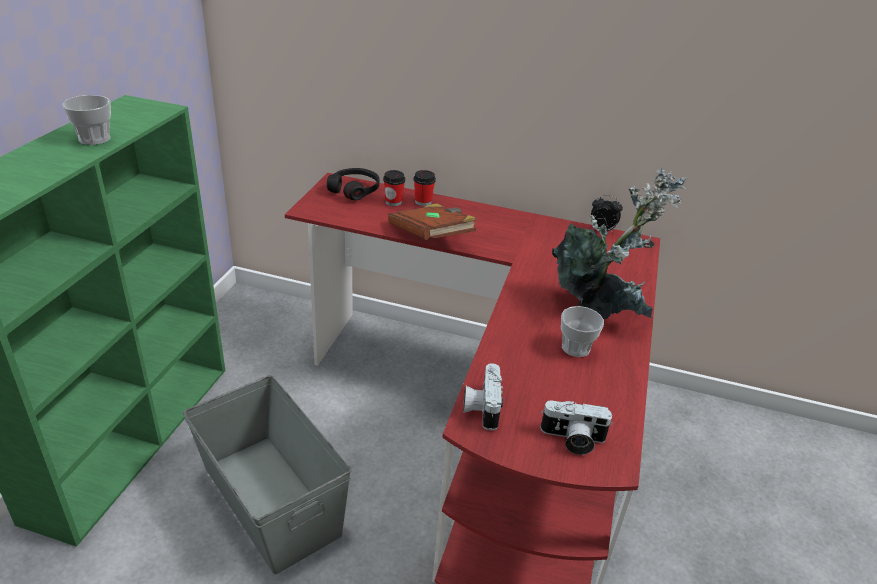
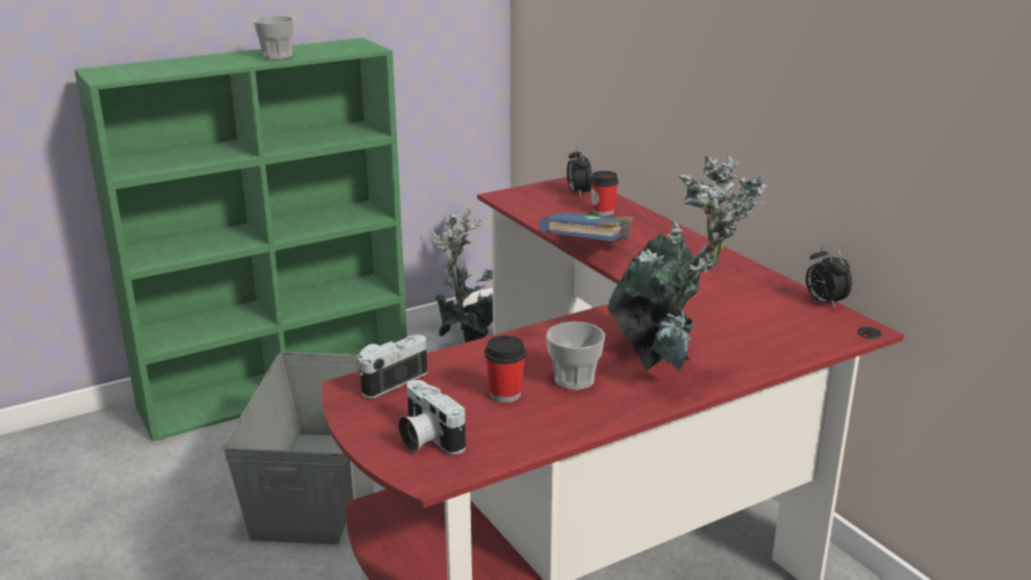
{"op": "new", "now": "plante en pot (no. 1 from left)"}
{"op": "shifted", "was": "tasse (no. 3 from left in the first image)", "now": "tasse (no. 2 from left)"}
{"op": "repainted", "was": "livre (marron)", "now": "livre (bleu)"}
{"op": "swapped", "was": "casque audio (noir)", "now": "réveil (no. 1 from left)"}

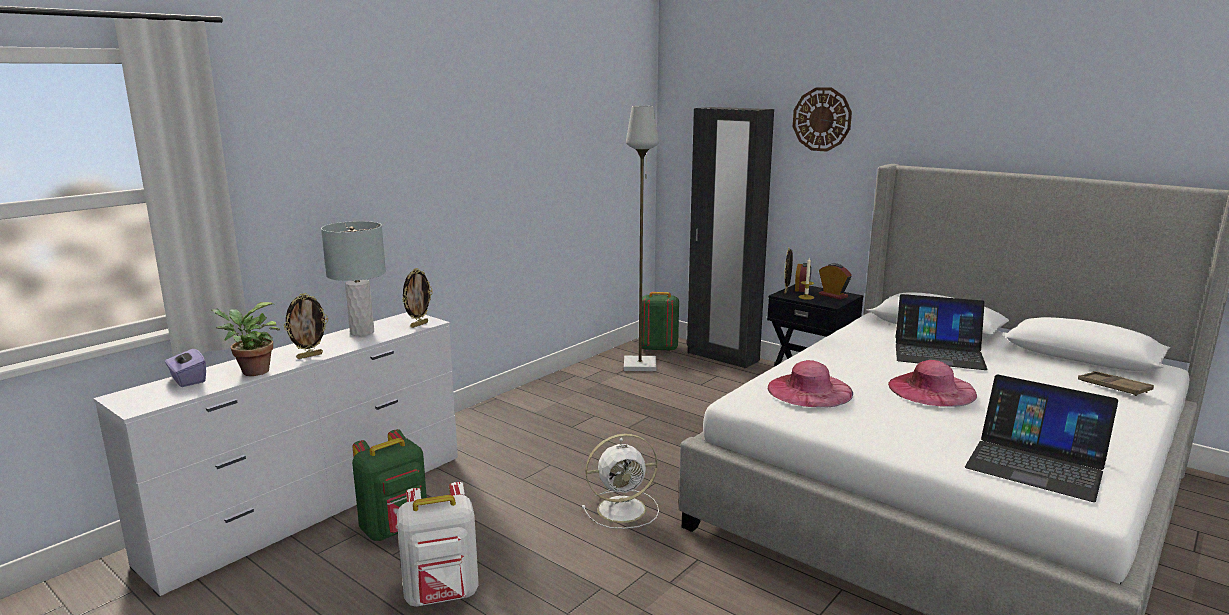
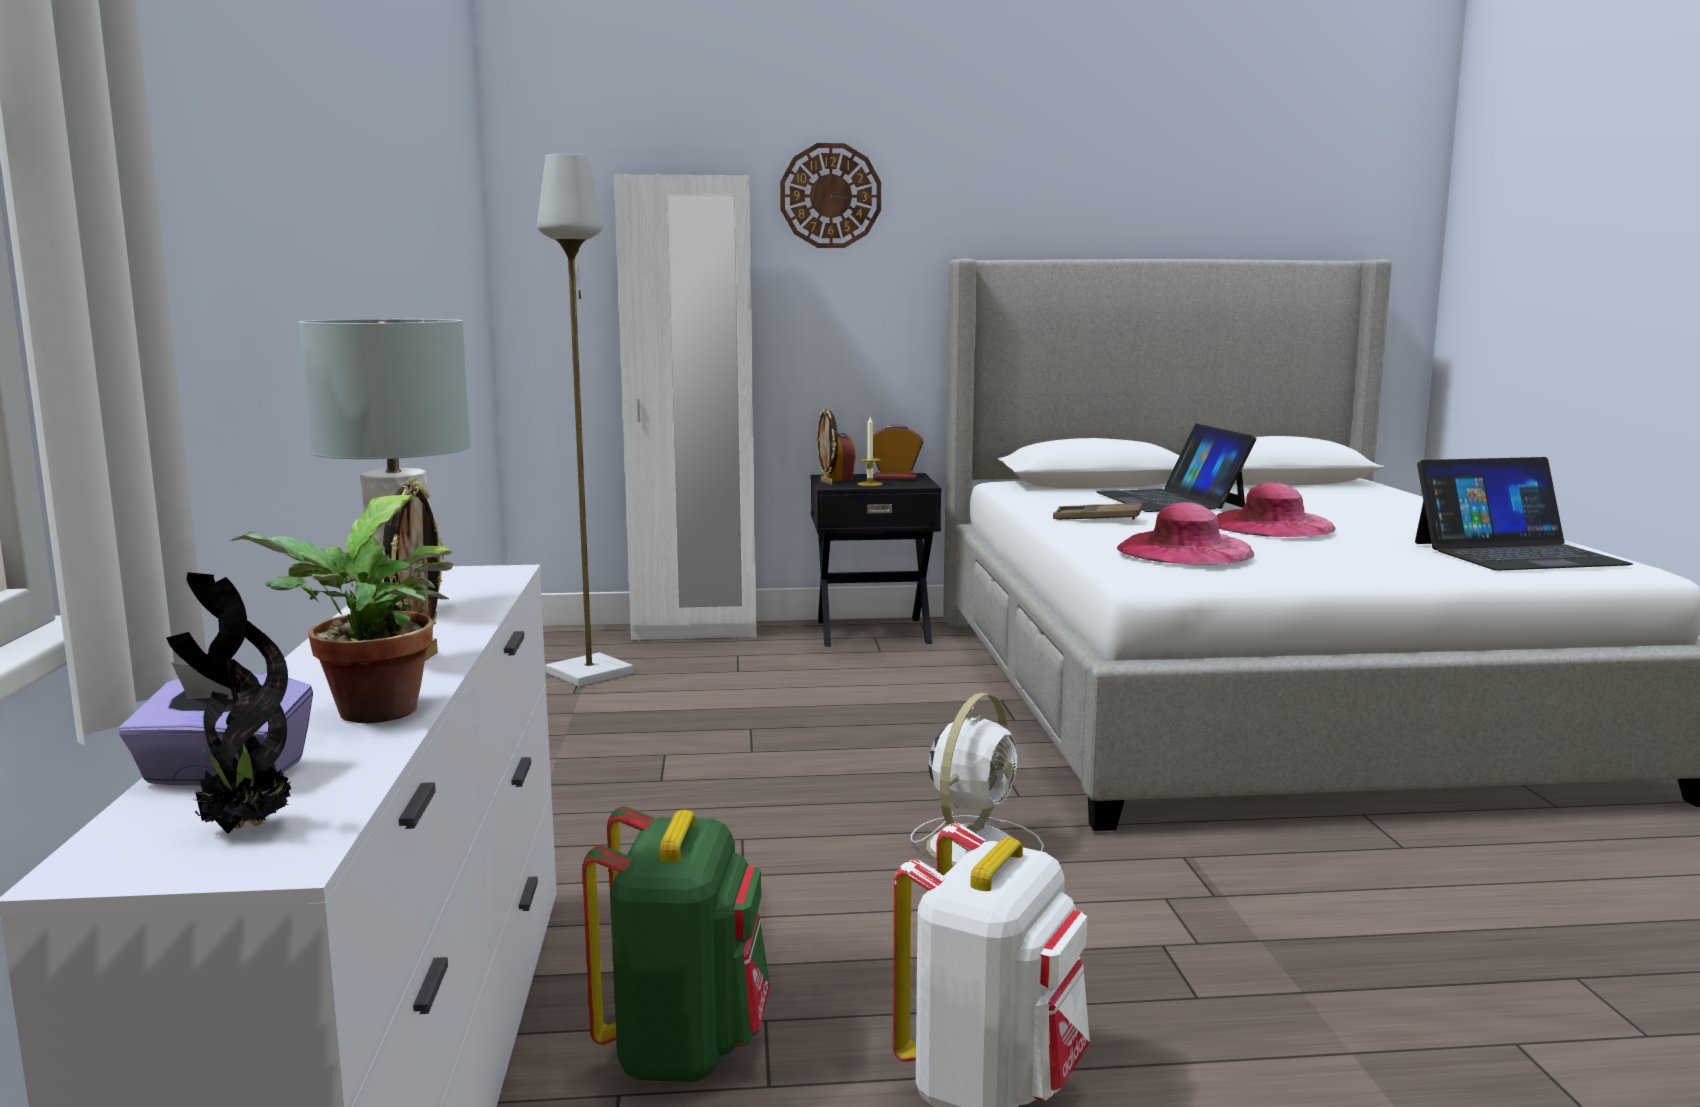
{"op": "new", "now": "plante en pot (no. 1 from left)"}
{"op": "repainted", "was": "armoire (noir)", "now": "armoire (blanc)"}
{"op": "shifted", "was": "plateau (marron)"}
{"op": "rotated", "was": "ordinateur portable (no. 1 from left)", "clockwise": 105}
{"op": "gone", "was": "cadre photo (no. 2 from left)"}
{"op": "gone", "was": "sac à dos (vert) (no. 2 from left)"}

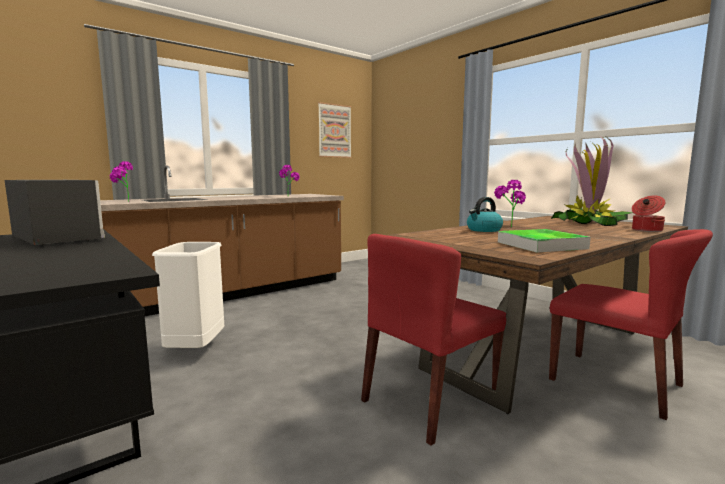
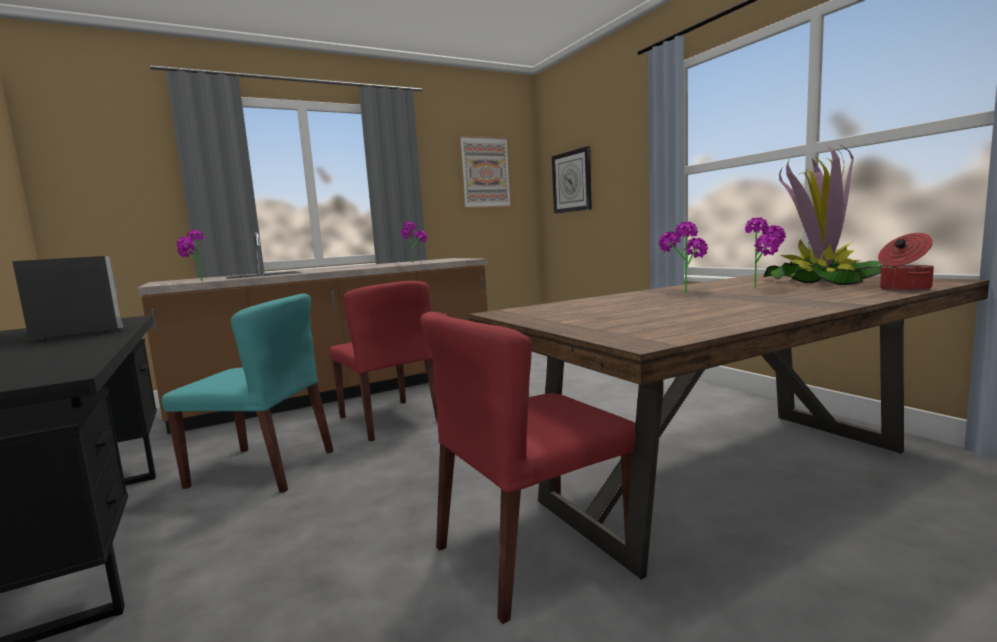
{"op": "swapped", "was": "poubelle (blanc)", "now": "chaise (turquoise)"}
{"op": "shifted", "was": "chaise (rouge) (no. 2 from left in the first image)", "now": "chaise (rouge) (no. 1 from left)"}
{"op": "new", "now": "horloge murale"}
{"op": "new", "now": "plante en pot (no. 4 from left)"}
{"op": "gone", "was": "bouilloire"}
{"op": "gone", "was": "plateau"}

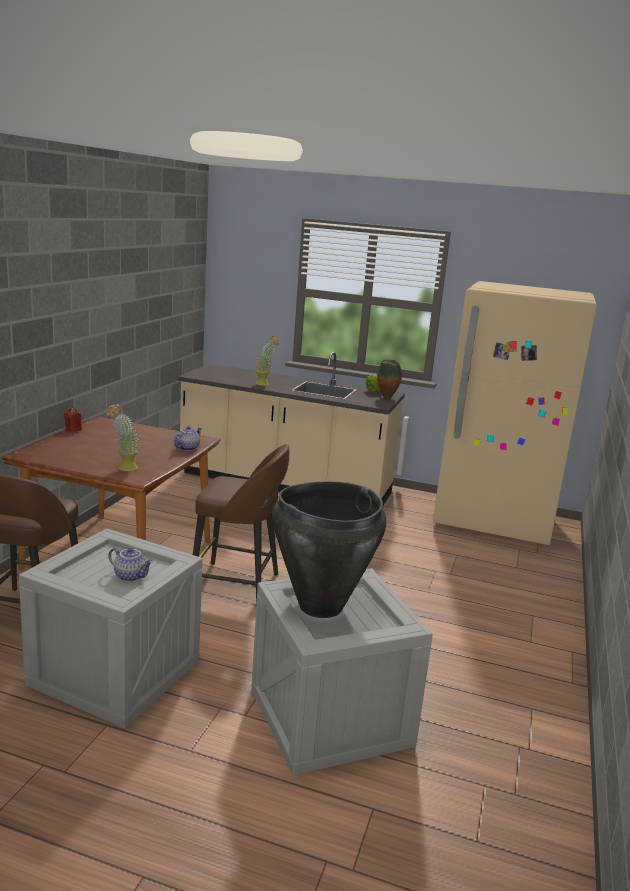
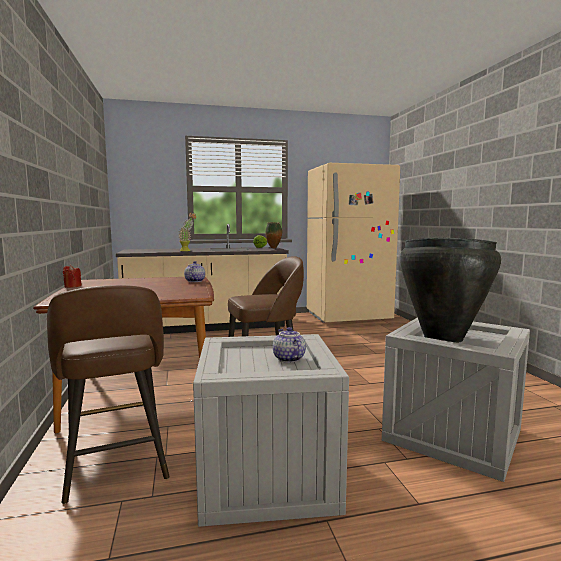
{"op": "rotated", "was": "théière (no. 1 from left in the first image)", "clockwise": -105}
{"op": "gone", "was": "plante en pot (no. 1 from left)"}

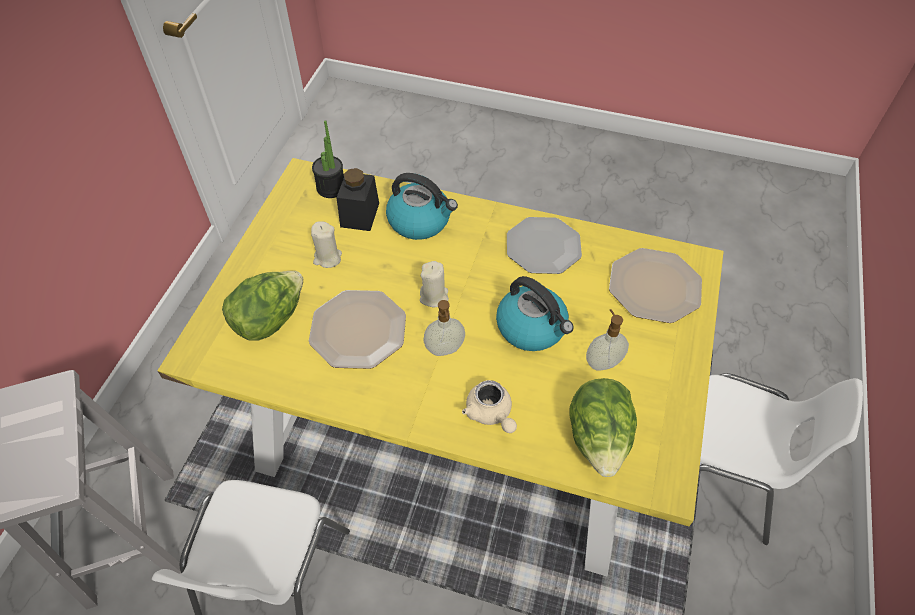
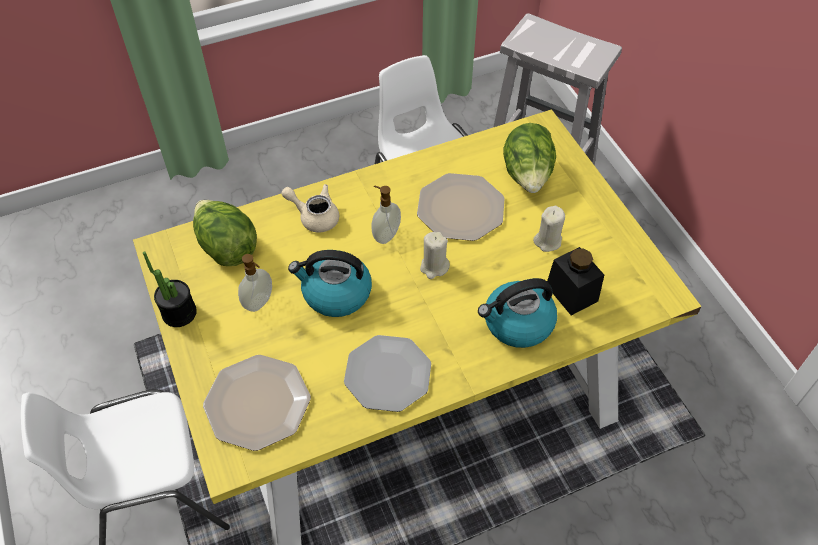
{"op": "shifted", "was": "plante en pot"}

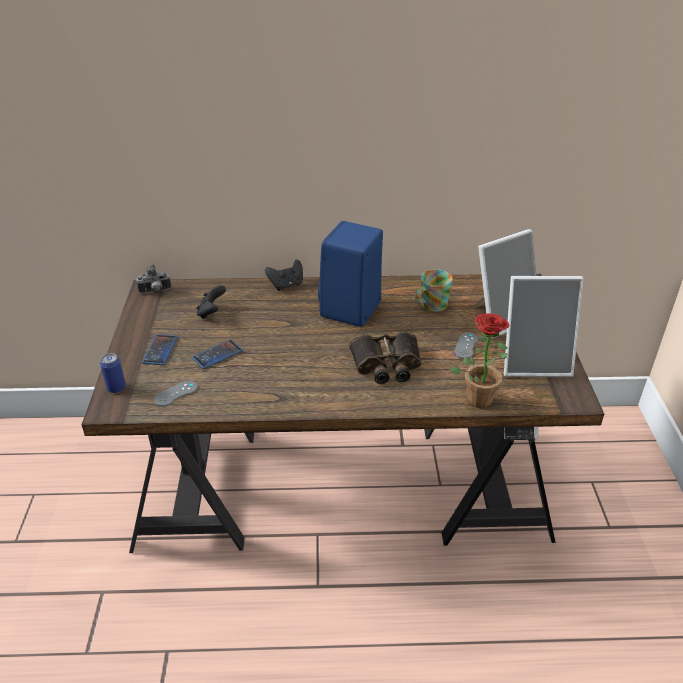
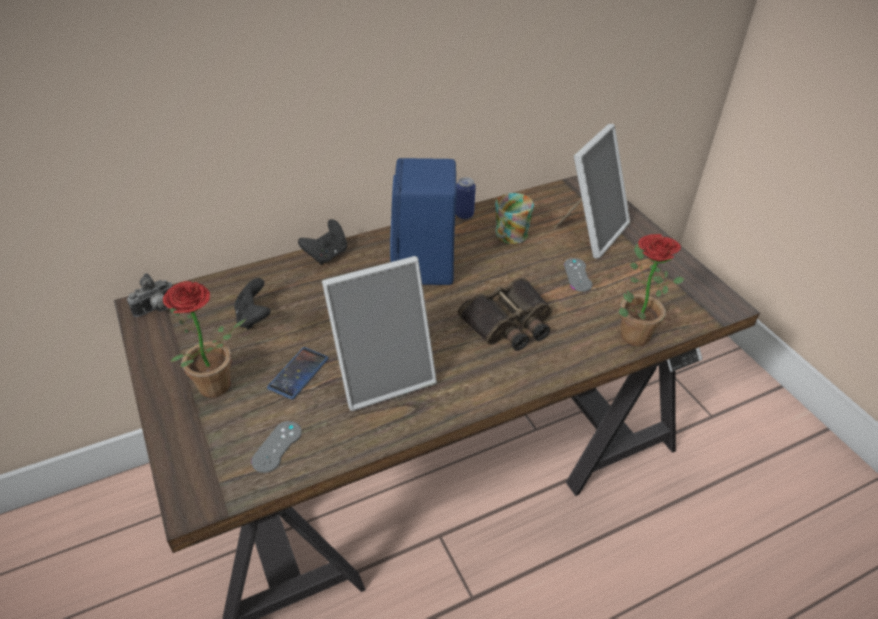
{"op": "swapped", "was": "téléphone (no. 1 from left)", "now": "plante en pot (no. 1 from left)"}
{"op": "shifted", "was": "cadre photo (no. 2 from left in the first image)", "now": "cadre photo (no. 1 from left)"}
{"op": "shifted", "was": "boîte métallique"}

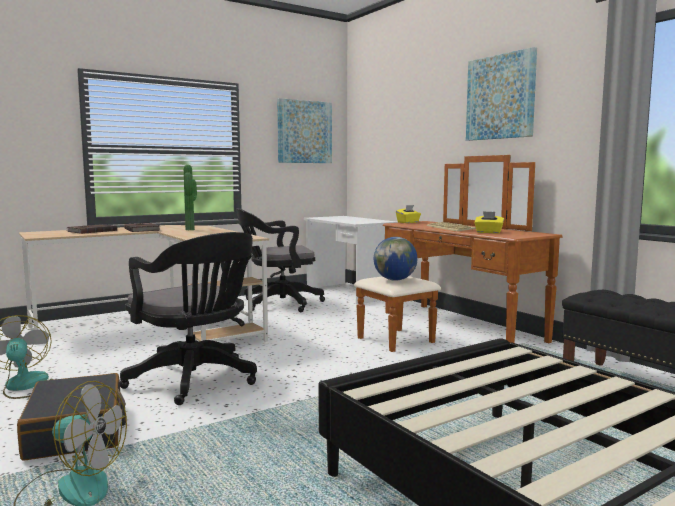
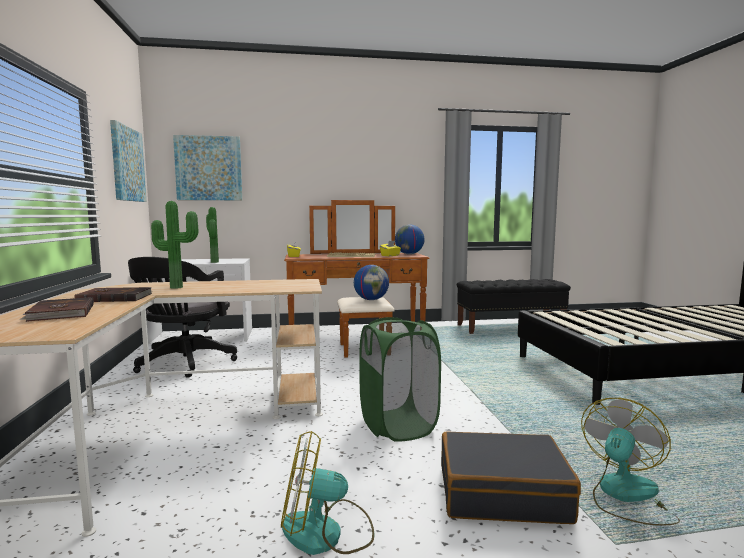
{"op": "shifted", "was": "tableau (no. 2 from left)"}
{"op": "new", "now": "plante en pot (no. 2 from left)"}
{"op": "swapped", "was": "chaise de bureau (noir) (no. 1 from left)", "now": "panier à linge (vert)"}
{"op": "new", "now": "globe (no. 2 from left)"}

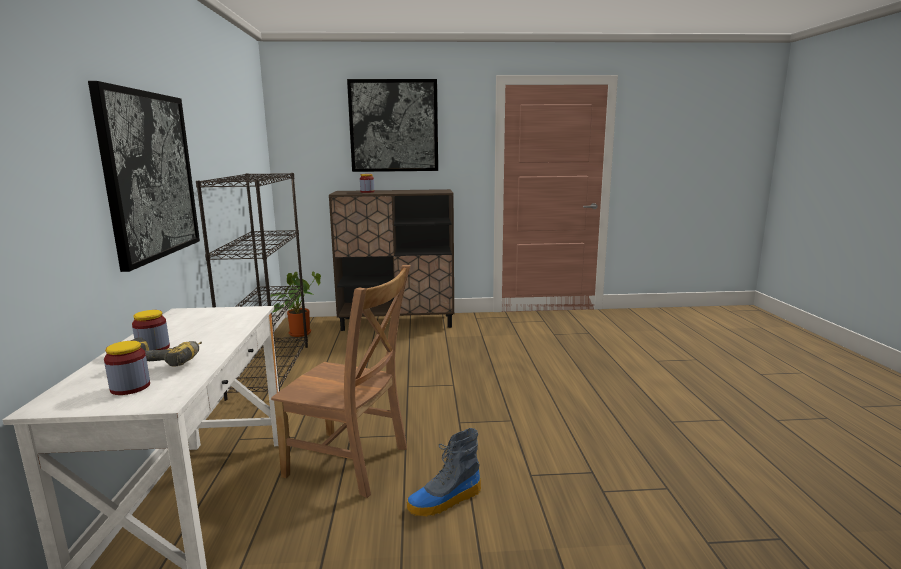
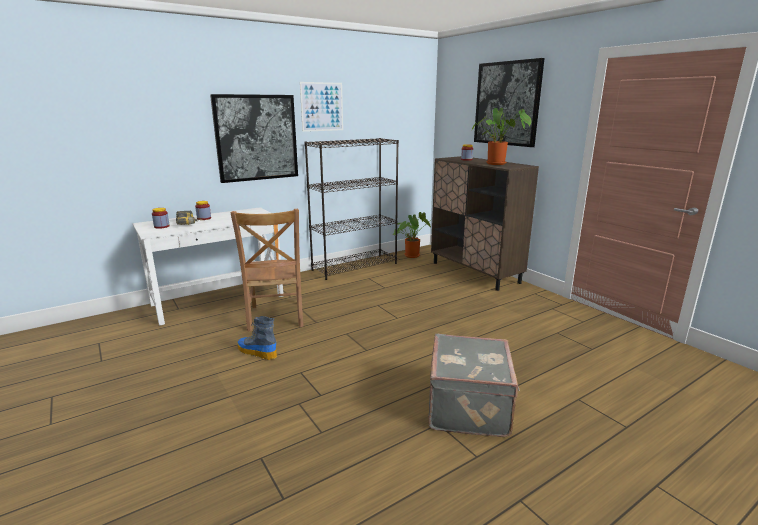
{"op": "new", "now": "tableau (no. 2 from left)"}
{"op": "new", "now": "valise (gris)"}
{"op": "new", "now": "plante en pot (no. 2 from left)"}

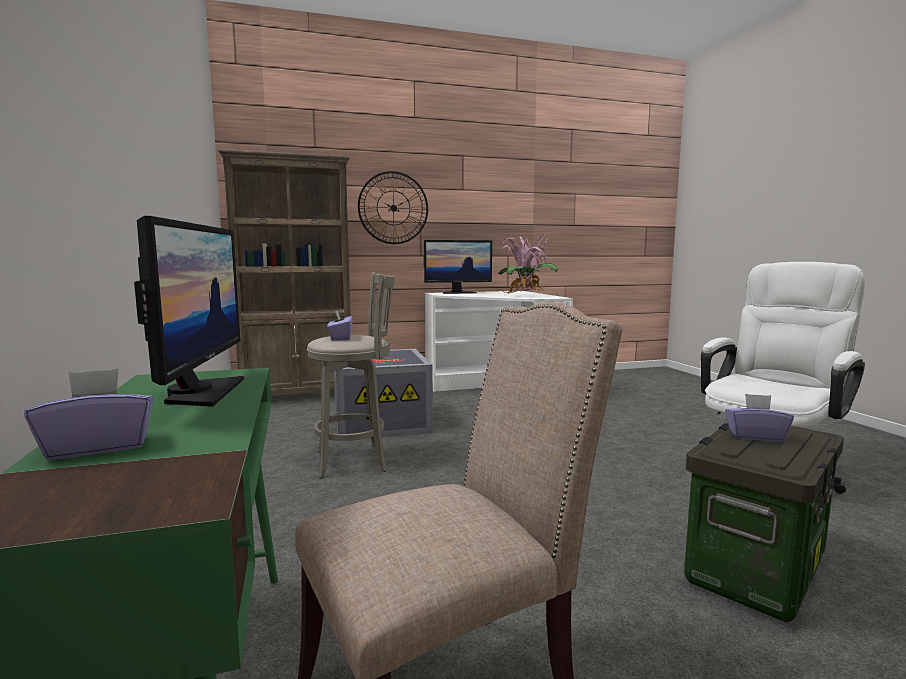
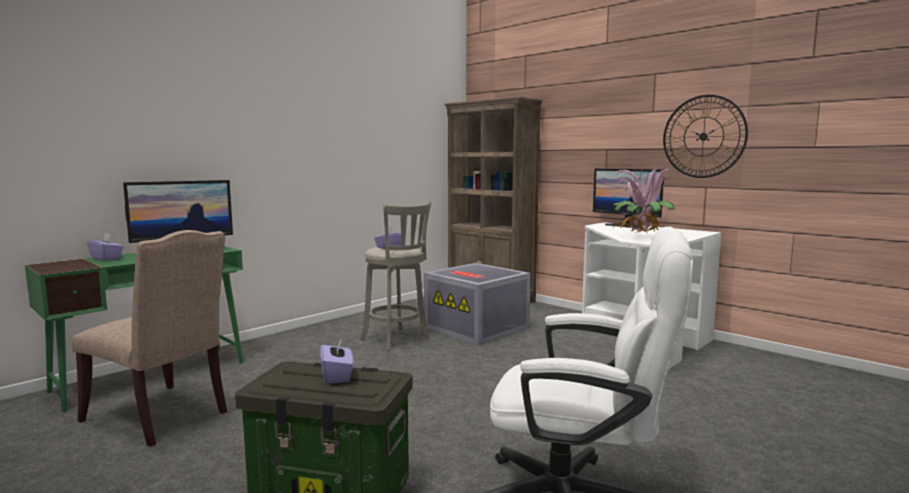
{"op": "shifted", "was": "horloge murale"}

